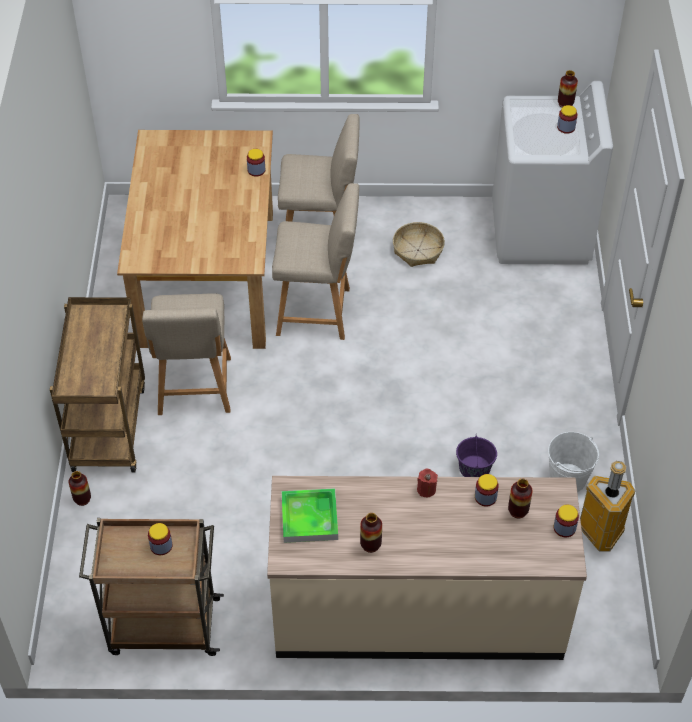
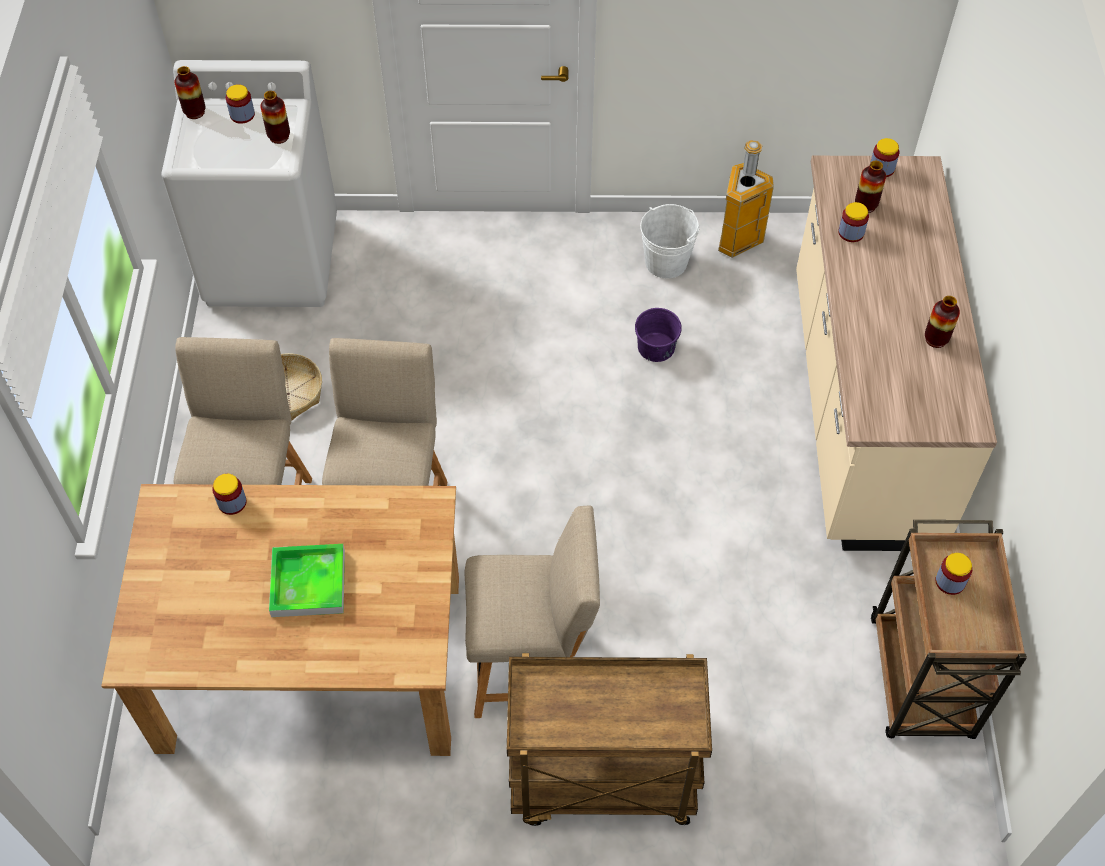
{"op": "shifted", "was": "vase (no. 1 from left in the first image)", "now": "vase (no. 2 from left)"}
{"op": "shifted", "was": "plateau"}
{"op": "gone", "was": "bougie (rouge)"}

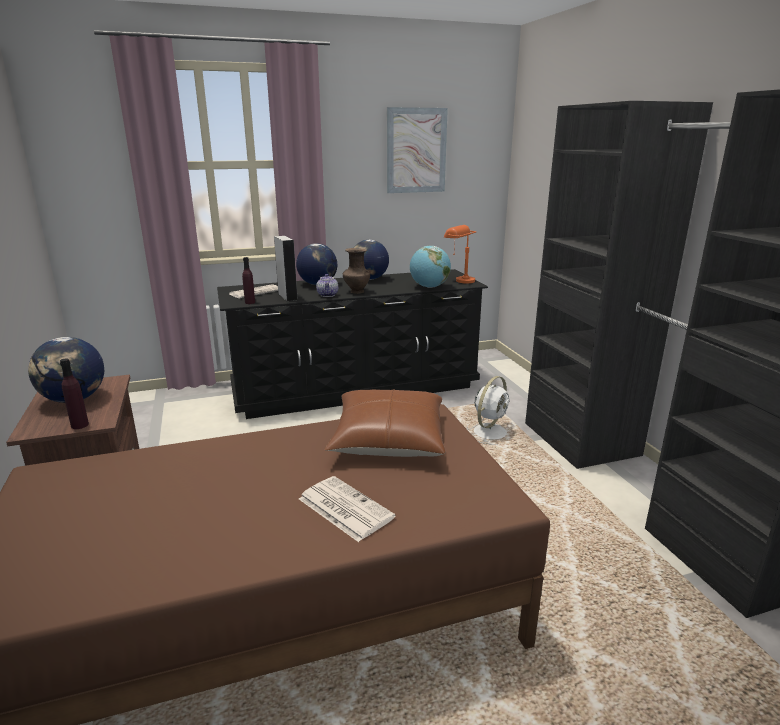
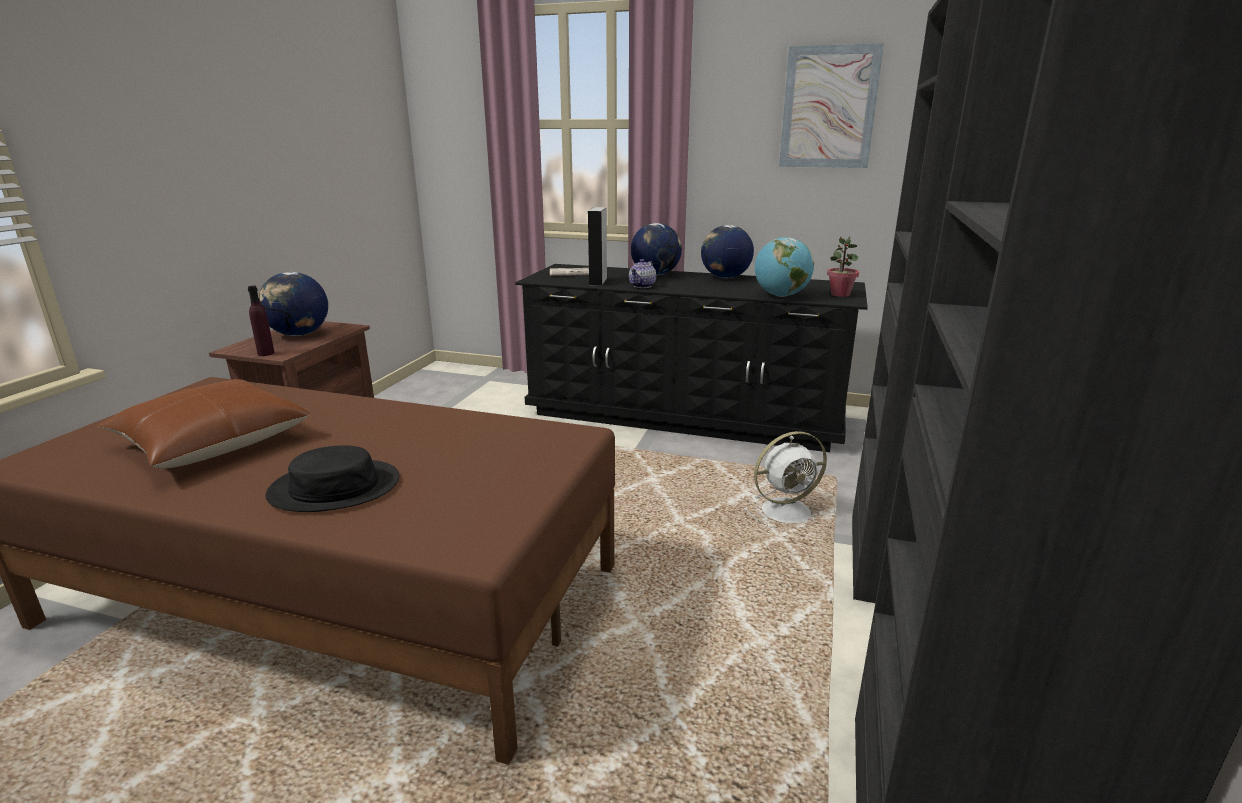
{"op": "shifted", "was": "coussin (marron)"}
{"op": "swapped", "was": "journal (no. 2 from left)", "now": "chapeau (noir)"}
{"op": "swapped", "was": "lampe de table (orange)", "now": "plante en pot"}
{"op": "gone", "was": "bouteille (violet) (no. 2 from left)"}
{"op": "gone", "was": "vase (marron)"}

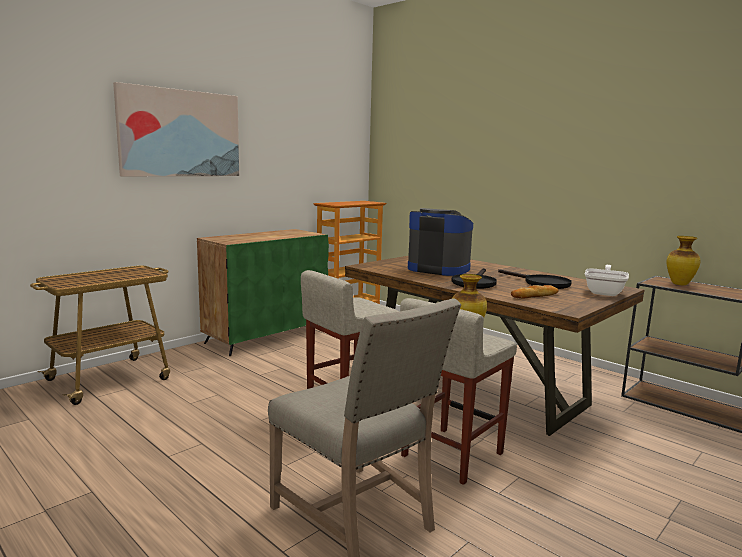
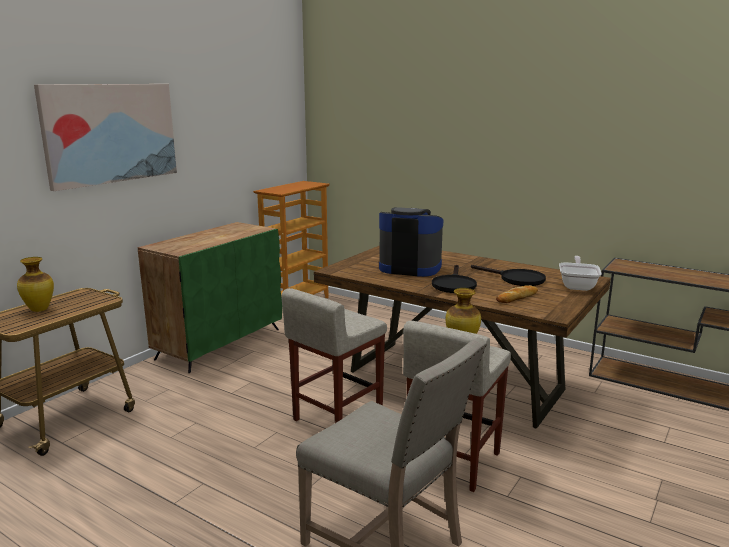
{"op": "shifted", "was": "vase (no. 2 from left in the first image)", "now": "vase (no. 1 from left)"}

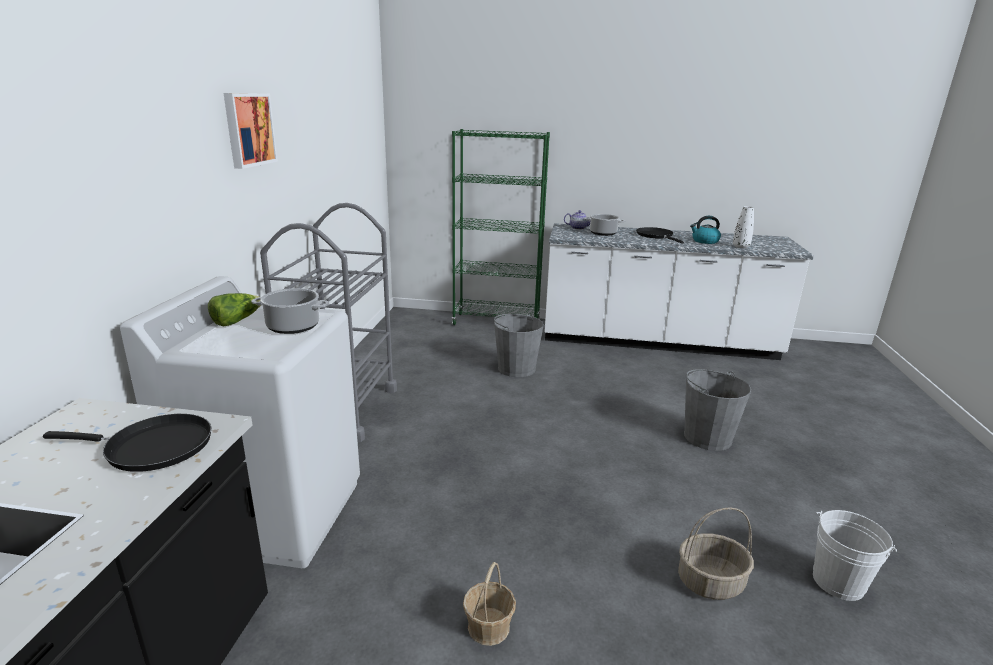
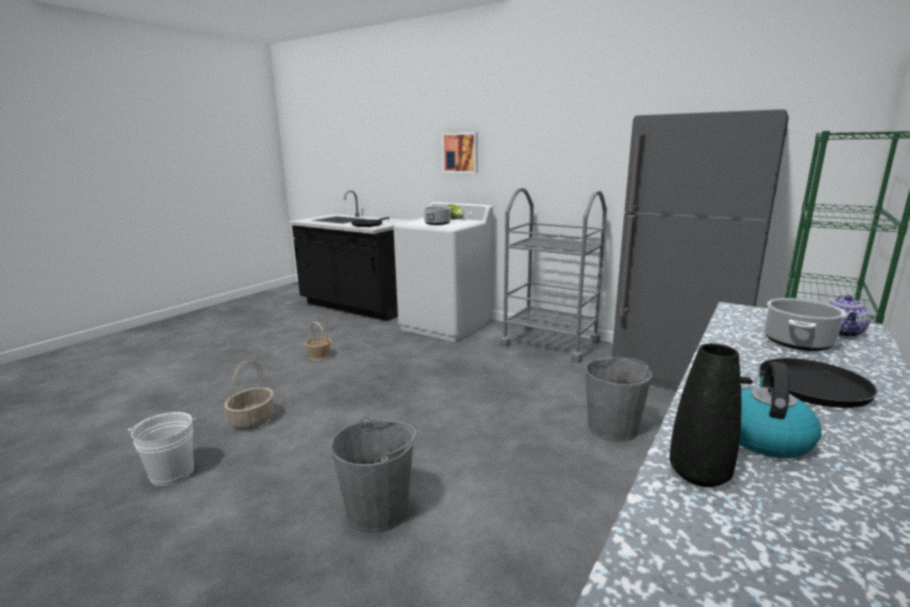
{"op": "shifted", "was": "tableau"}
{"op": "new", "now": "réfrigérateur (gris)"}
{"op": "repainted", "was": "vase (blanc)", "now": "vase (noir)"}

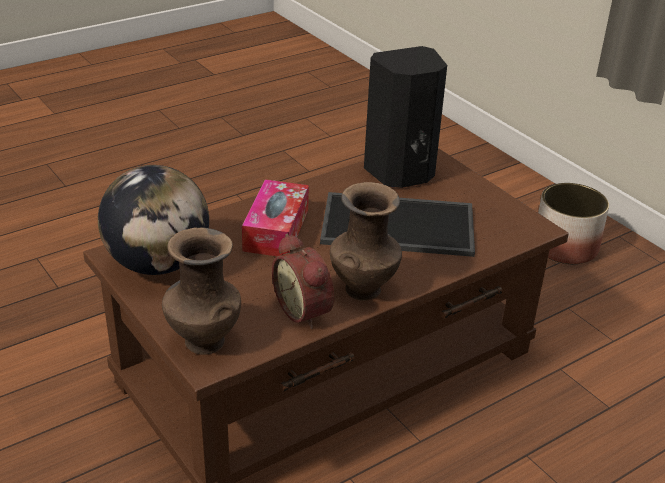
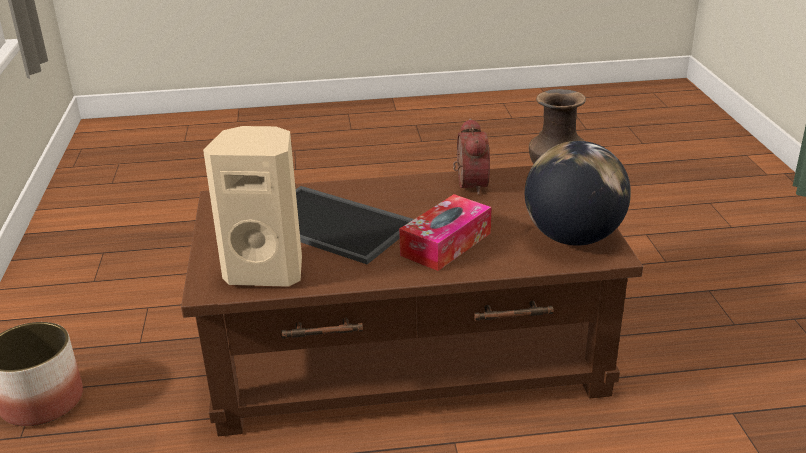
{"op": "repainted", "was": "enceinte (noir)", "now": "enceinte (beige)"}
{"op": "gone", "was": "vase (marron) (no. 2 from left)"}

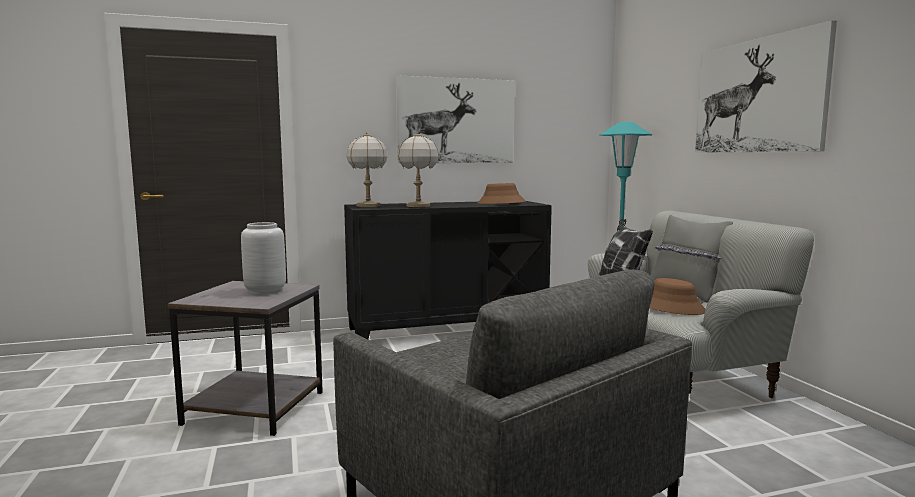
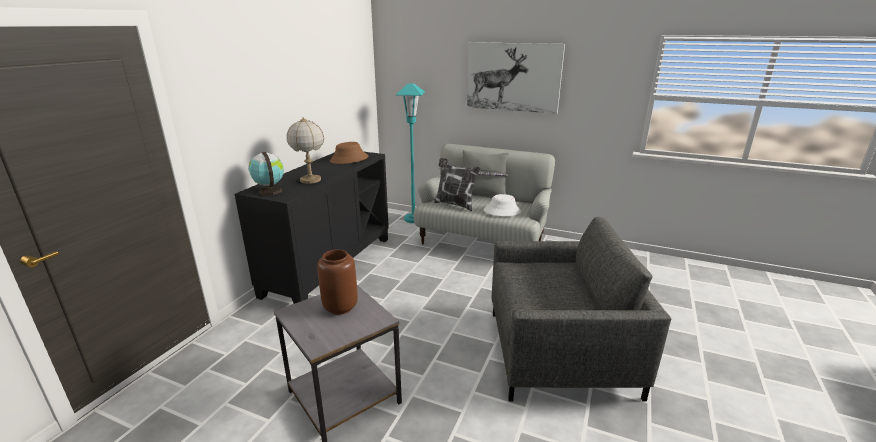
{"op": "swapped", "was": "lampe de table (no. 1 from left)", "now": "globe"}
{"op": "repainted", "was": "vase (gris)", "now": "vase (marron)"}
{"op": "repainted", "was": "chapeau (marron) (no. 2 from left)", "now": "chapeau (blanc)"}
{"op": "gone", "was": "tableau (no. 1 from left)"}

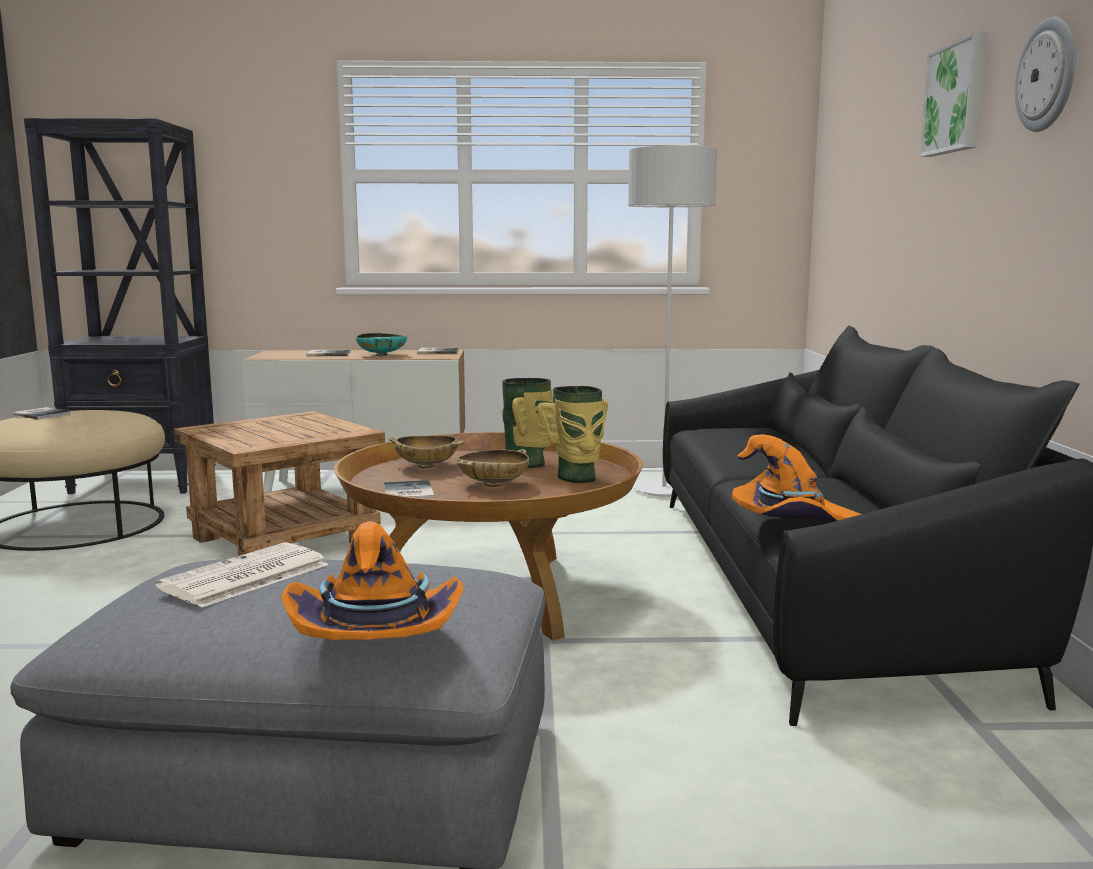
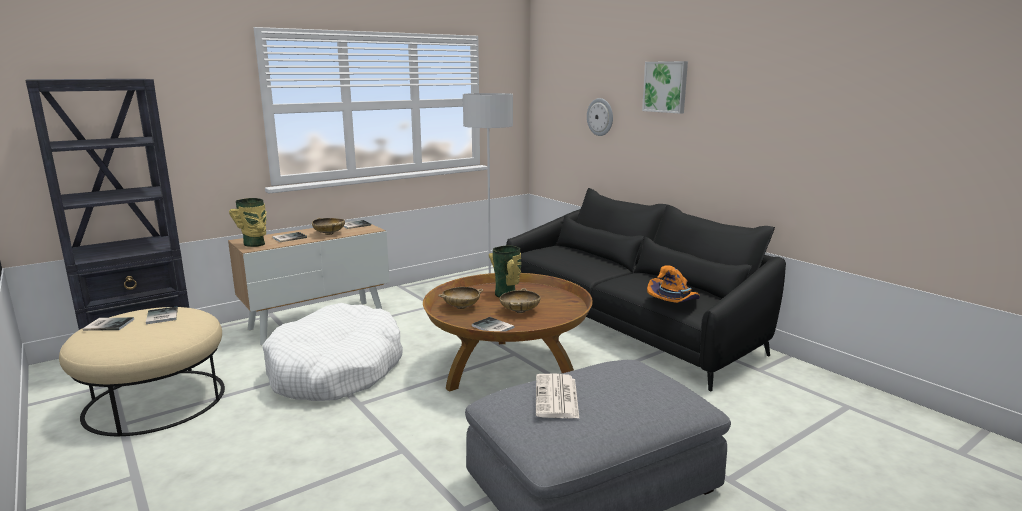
{"op": "new", "now": "livre (no. 2 from left)"}
{"op": "shifted", "was": "vase (no. 2 from left in the first image)", "now": "vase (no. 1 from left)"}
{"op": "swapped", "was": "table d'appoint (marron)", "now": "panier pour chien (blanc)"}
{"op": "repainted", "was": "bol (turquoise)", "now": "bol (beige) (no. 1 from left)"}
{"op": "shifted", "was": "horloge murale"}
{"op": "gone", "was": "chapeau (orange) (no. 1 from left)"}

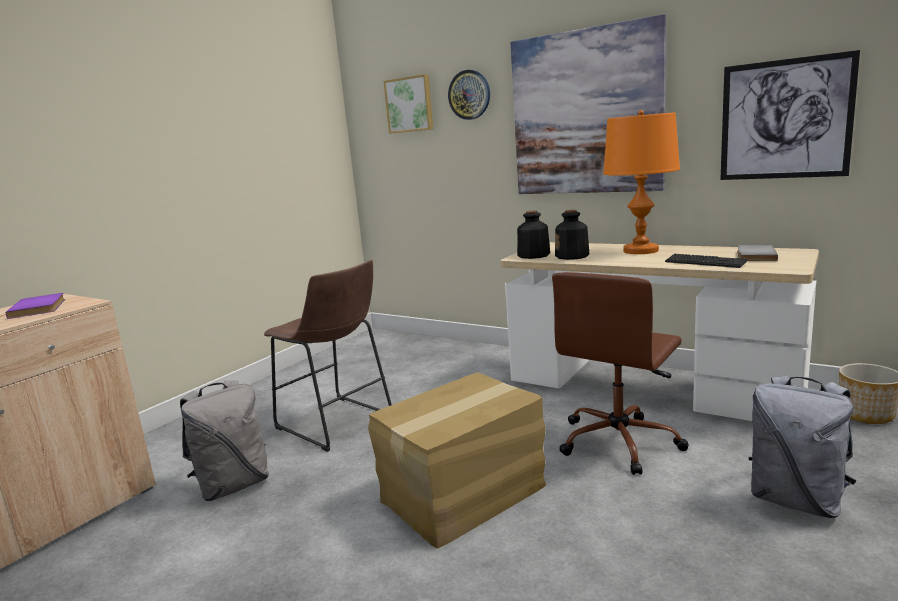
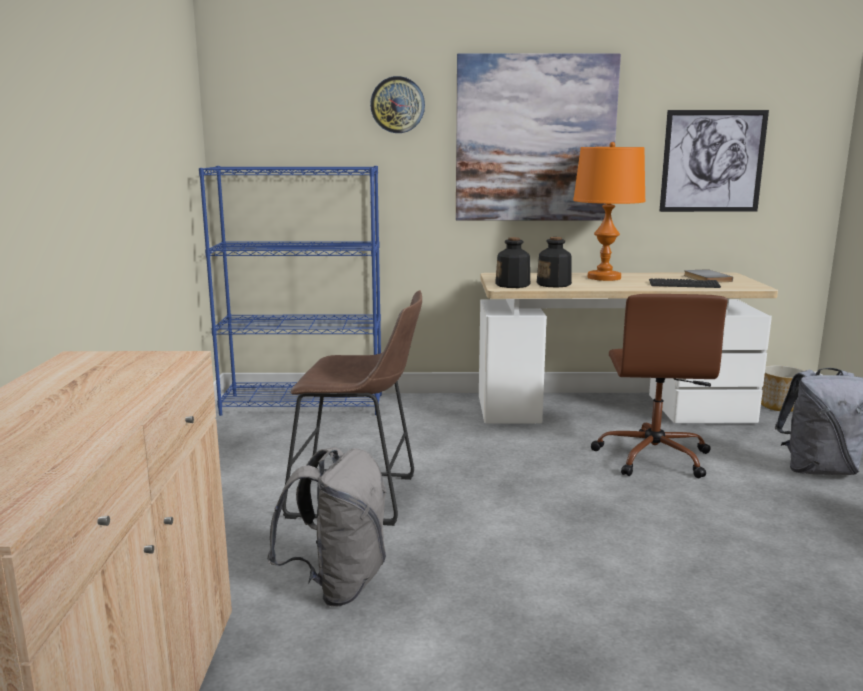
{"op": "new", "now": "bibliothèque (bleu)"}
{"op": "gone", "was": "livre (violet)"}
{"op": "gone", "was": "carton"}
{"op": "gone", "was": "tableau (no. 1 from left)"}

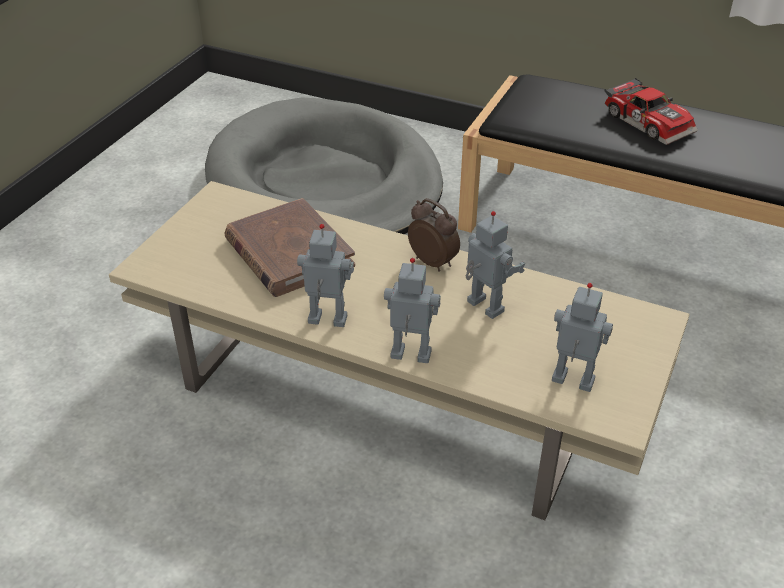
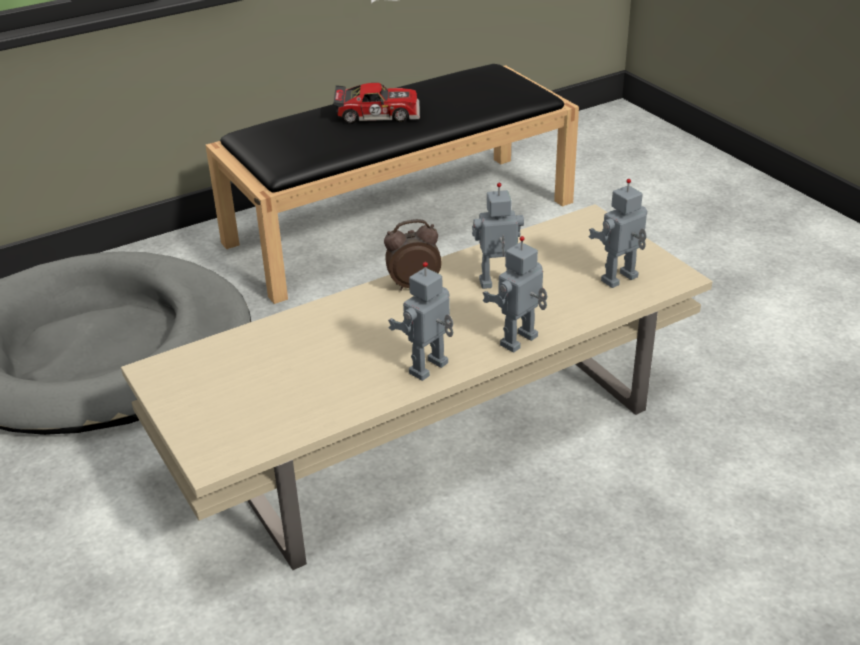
{"op": "gone", "was": "livre (marron)"}

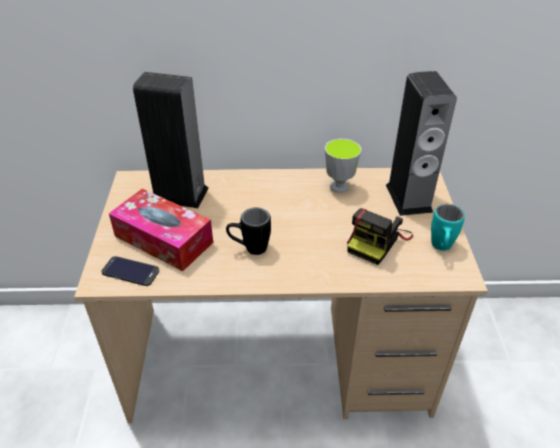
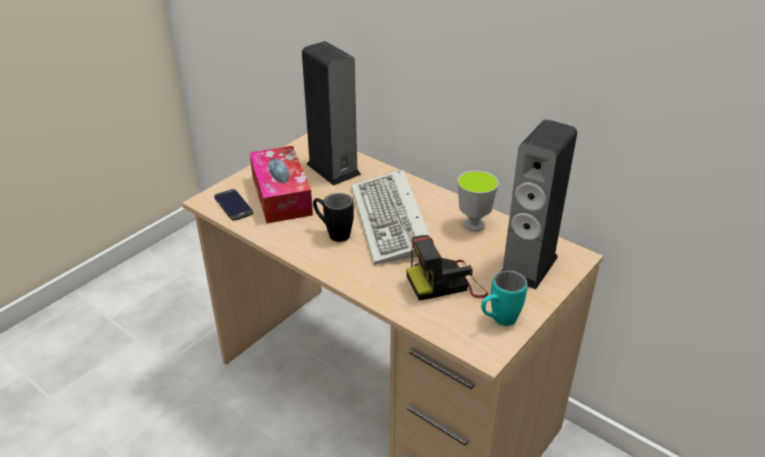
{"op": "new", "now": "clavier"}

